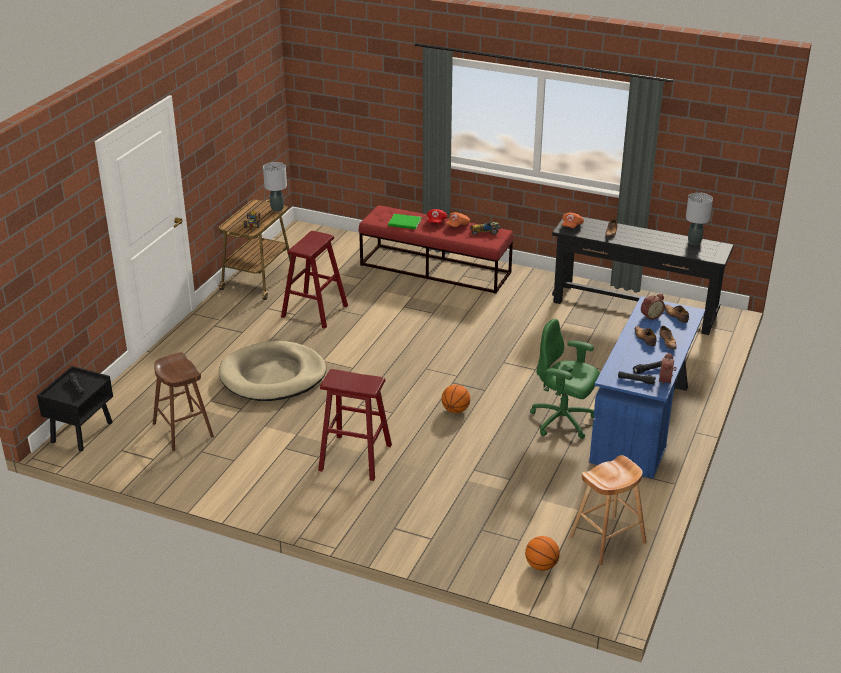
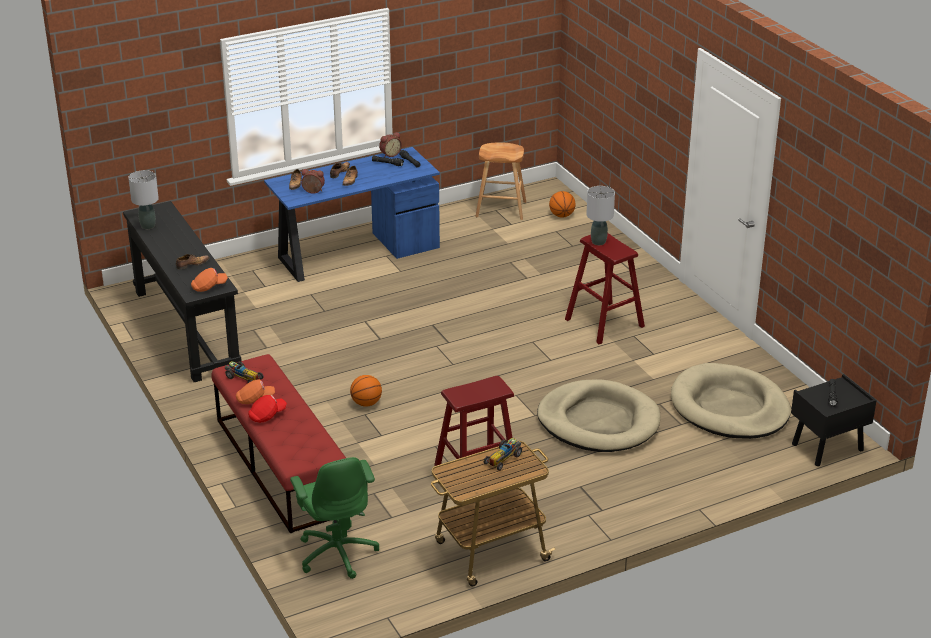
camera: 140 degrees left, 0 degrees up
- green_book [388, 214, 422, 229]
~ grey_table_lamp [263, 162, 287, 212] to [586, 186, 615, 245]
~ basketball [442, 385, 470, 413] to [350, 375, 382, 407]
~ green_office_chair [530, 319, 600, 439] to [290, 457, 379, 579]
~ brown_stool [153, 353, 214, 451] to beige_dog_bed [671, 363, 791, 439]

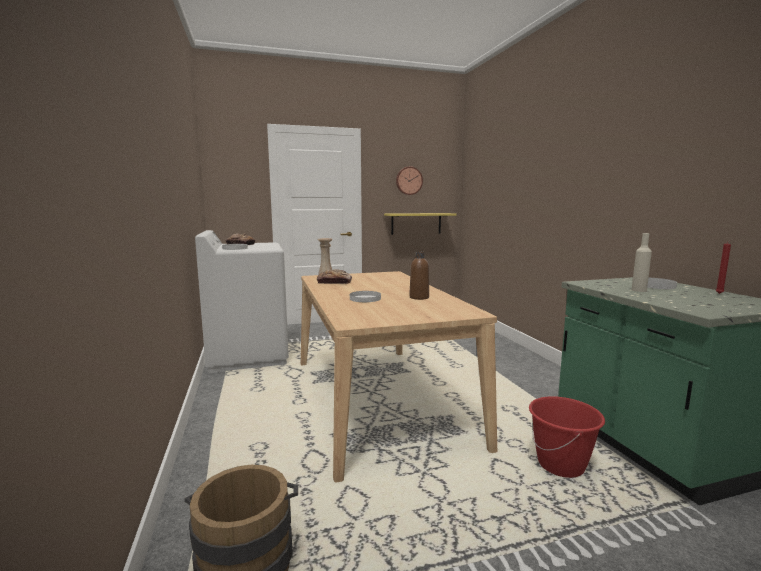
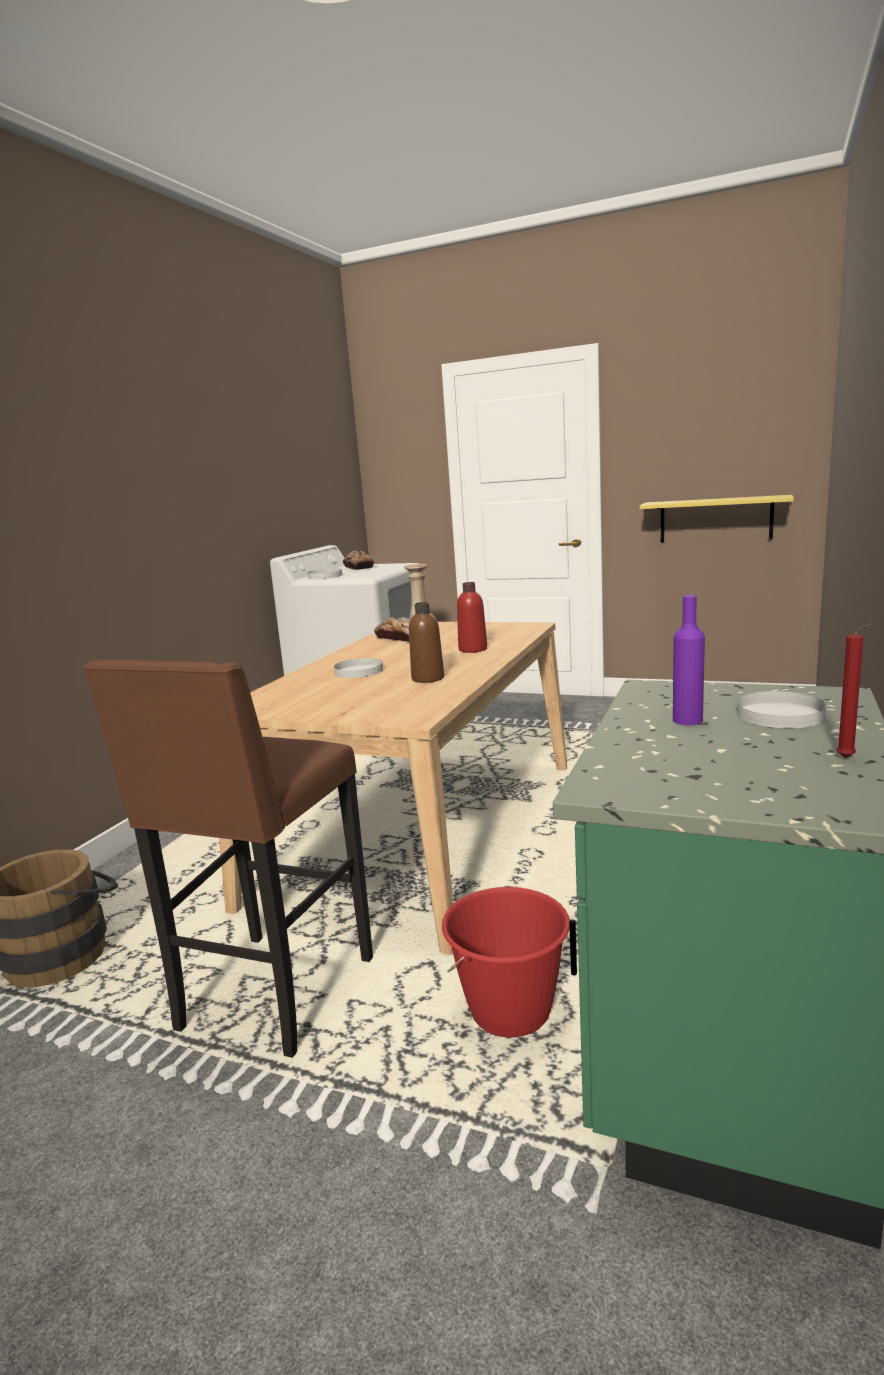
camera: 40 degrees right, 5 degrees up
- wall_clock [396, 167, 423, 195]
+ brown_stool [83, 659, 373, 1058]
+ red_bottle [457, 582, 487, 653]
~ beige_bottle [632, 233, 652, 292] to purple_bottle [673, 595, 705, 725]

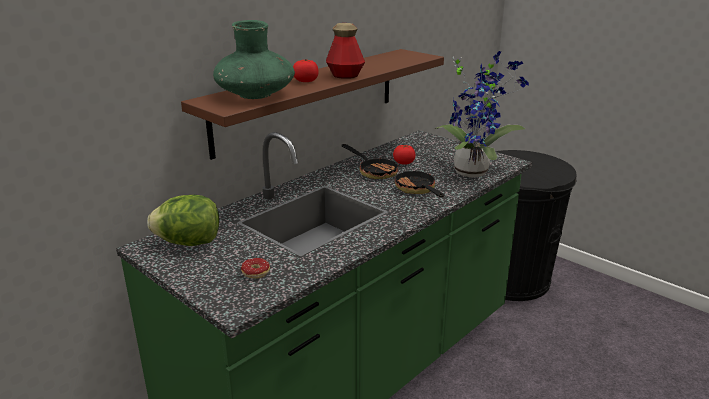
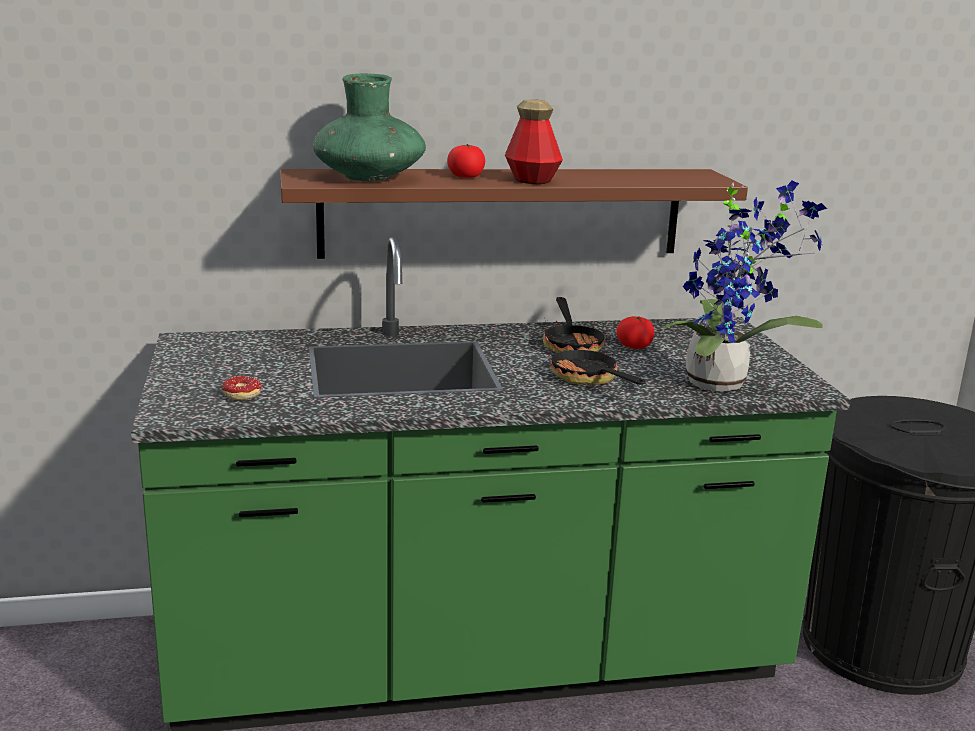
camera: 35 degrees right, 5 degrees down
- lettuce [147, 195, 219, 246]
~ frying_pan [393, 170, 444, 197] = [548, 347, 646, 385] 45 degrees counterclockwise

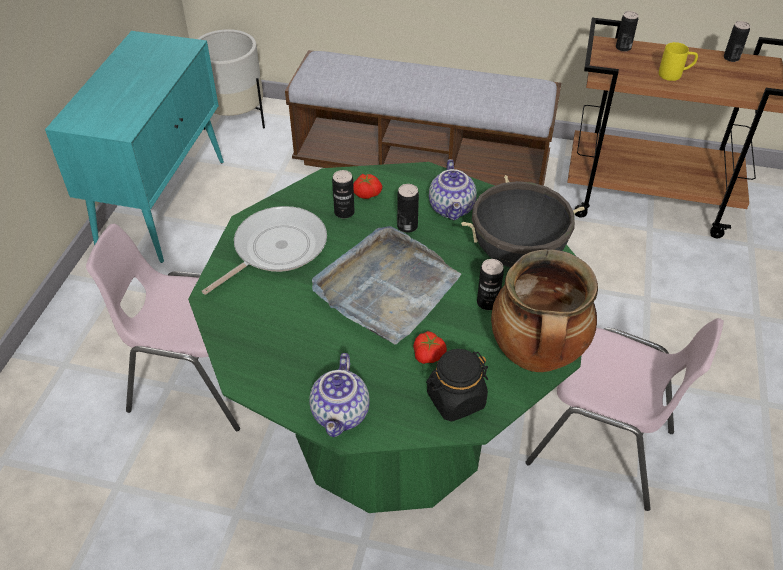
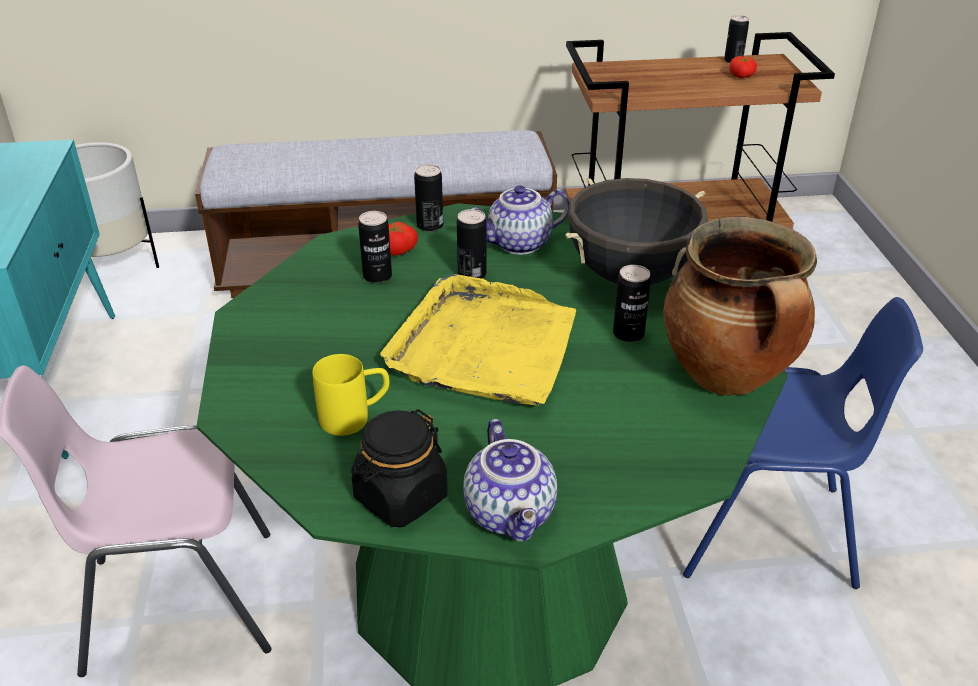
camera: 20 degrees left, 10 degrees down
- frying_pan [201, 206, 327, 295]
~ tomato [413, 331, 447, 364] to [729, 56, 757, 78]
~ black_jar [426, 349, 488, 422] to [351, 409, 448, 527]
~ can [616, 11, 638, 52] to [414, 164, 443, 232]
~ yellow_mug [659, 42, 698, 81] to [312, 354, 389, 436]
~ grey_tray [312, 226, 461, 345] to yellow_tray [380, 274, 576, 406]
~ pink_chair [525, 318, 724, 511] to blue_chair [683, 297, 923, 589]
~ teapot [429, 159, 477, 220] = [472, 185, 570, 255] 90 degrees clockwise

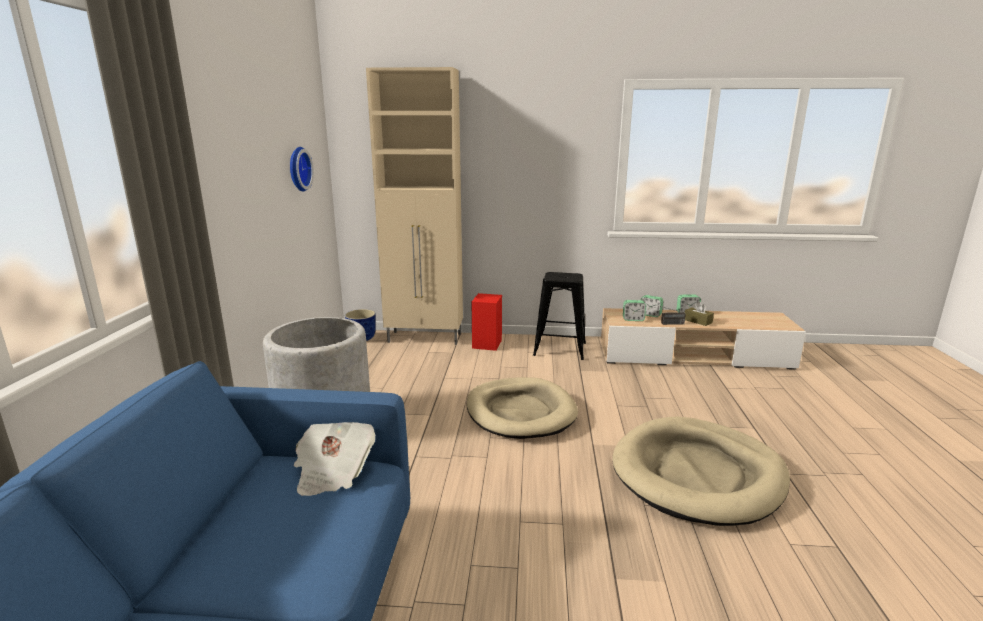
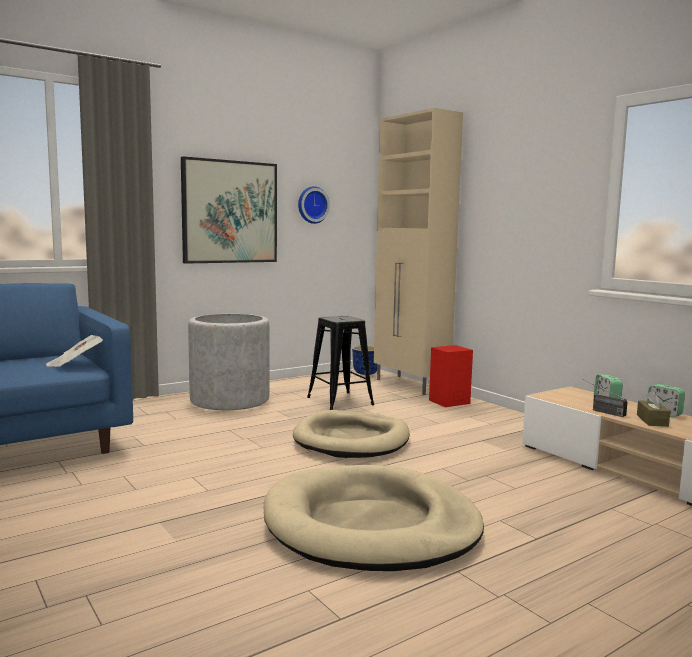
camera: 50 degrees right, 10 degrees down
- alarm_clock [623, 300, 646, 321]
+ picture [181, 156, 277, 264]
~ black_stool [533, 272, 586, 360] to [307, 316, 374, 410]

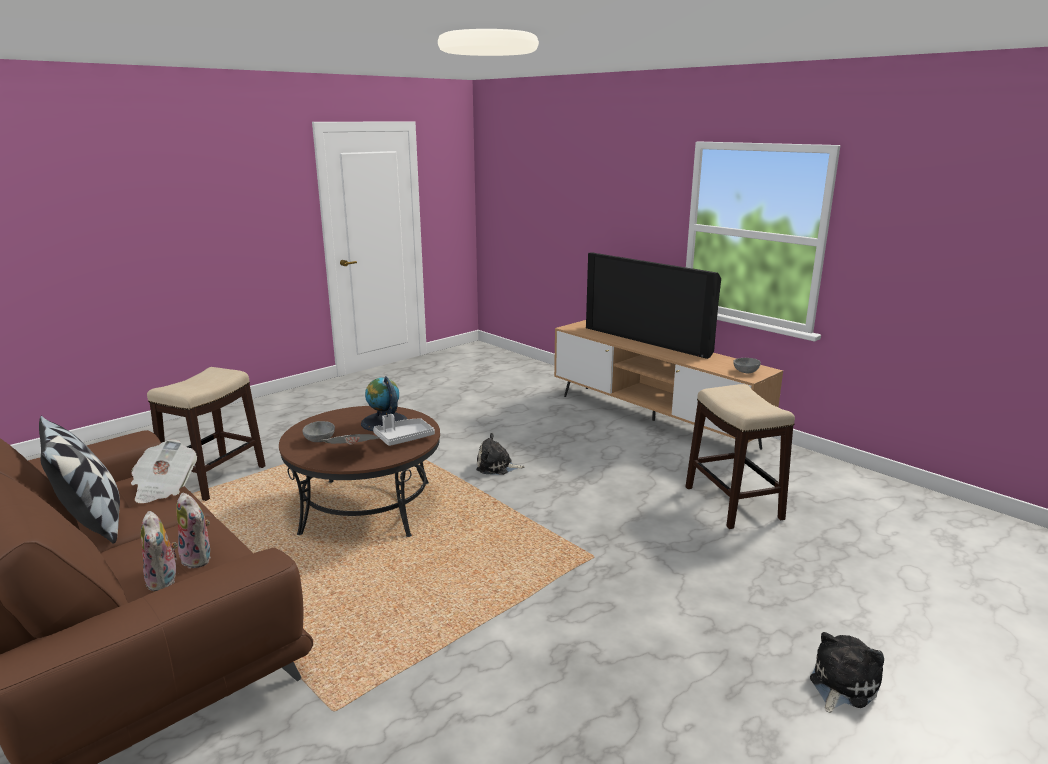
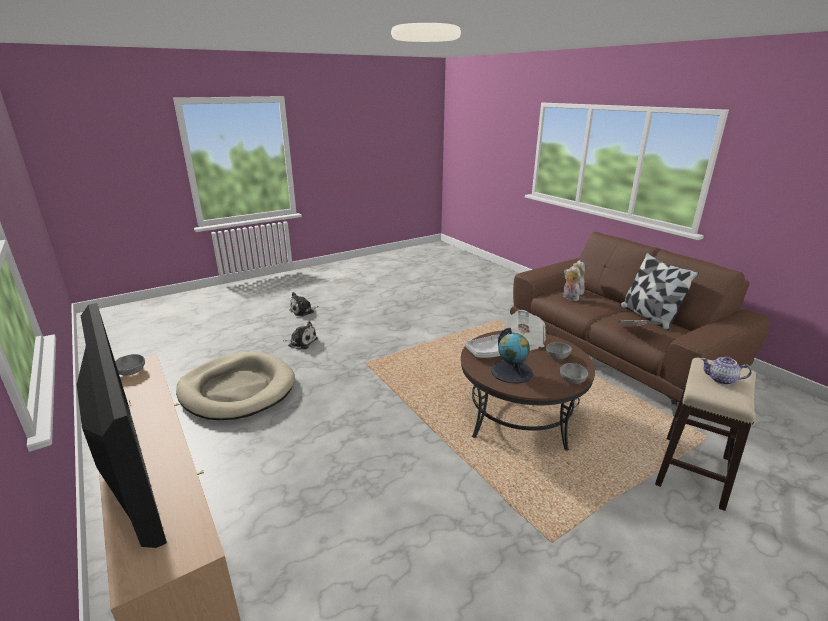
camera: 170 degrees left, 5 degrees up
+ grey_bowl [560, 363, 588, 384]
+ teapot [701, 356, 752, 385]
~ plush_toy [476, 433, 525, 475] to [283, 321, 318, 349]
~ stool [685, 384, 795, 529] to beige_dog_bed [176, 352, 295, 420]

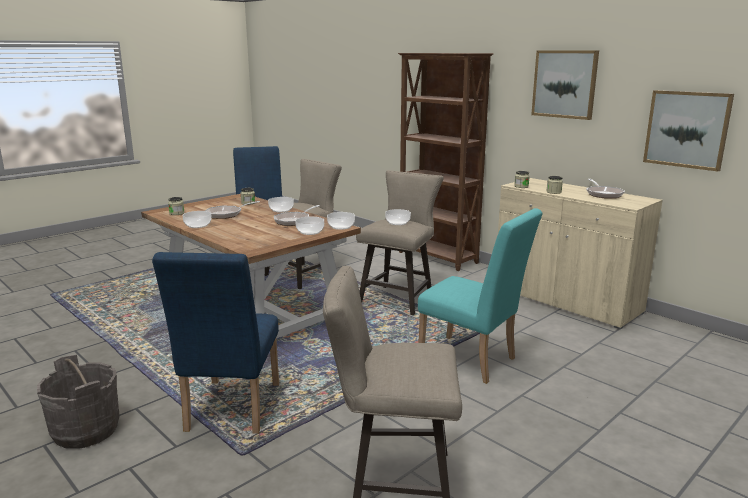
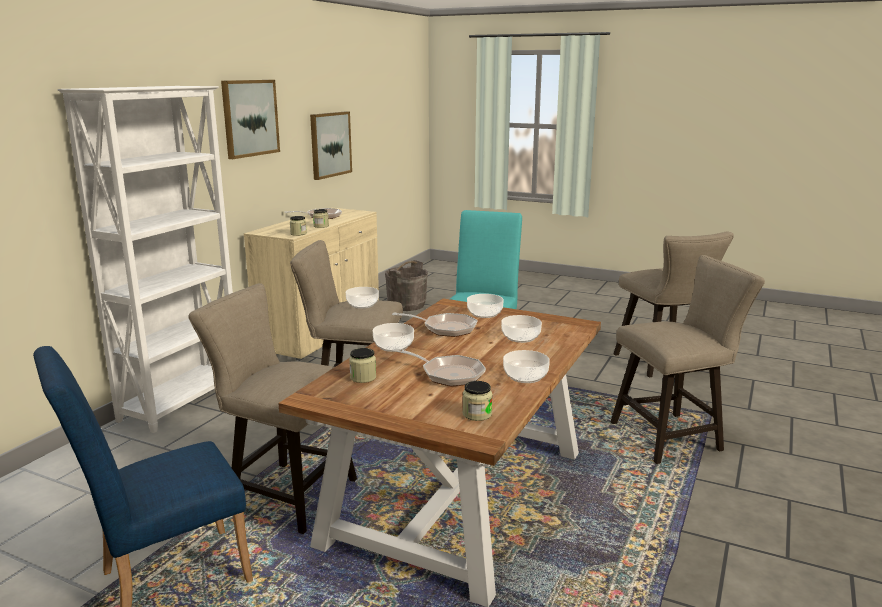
camera: 110 degrees left, 0 degrees up
~ grey_bucket [37, 355, 120, 449] to [385, 260, 428, 311]
~ bowl [327, 212, 355, 230] to [501, 315, 542, 343]
~ blue_chair [152, 252, 279, 434] to beige_stool [611, 255, 765, 464]
~ brown_bookcase [398, 53, 493, 271] to white_bookcase [57, 86, 233, 433]

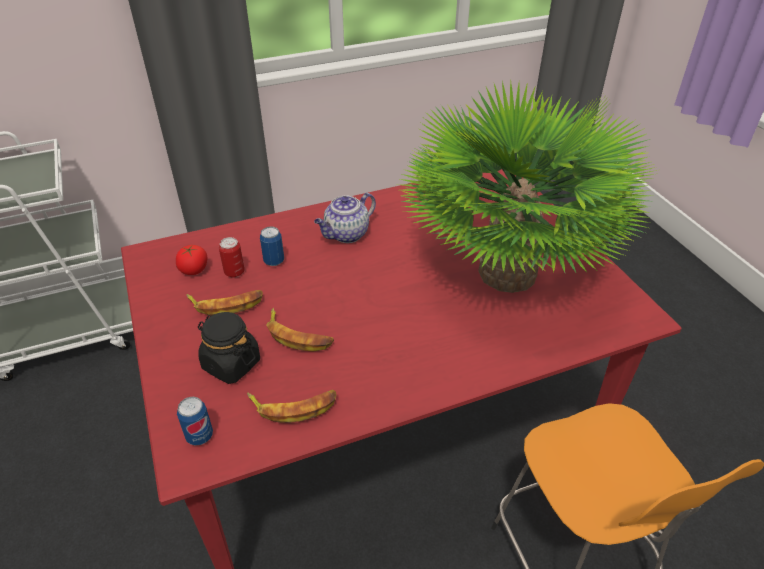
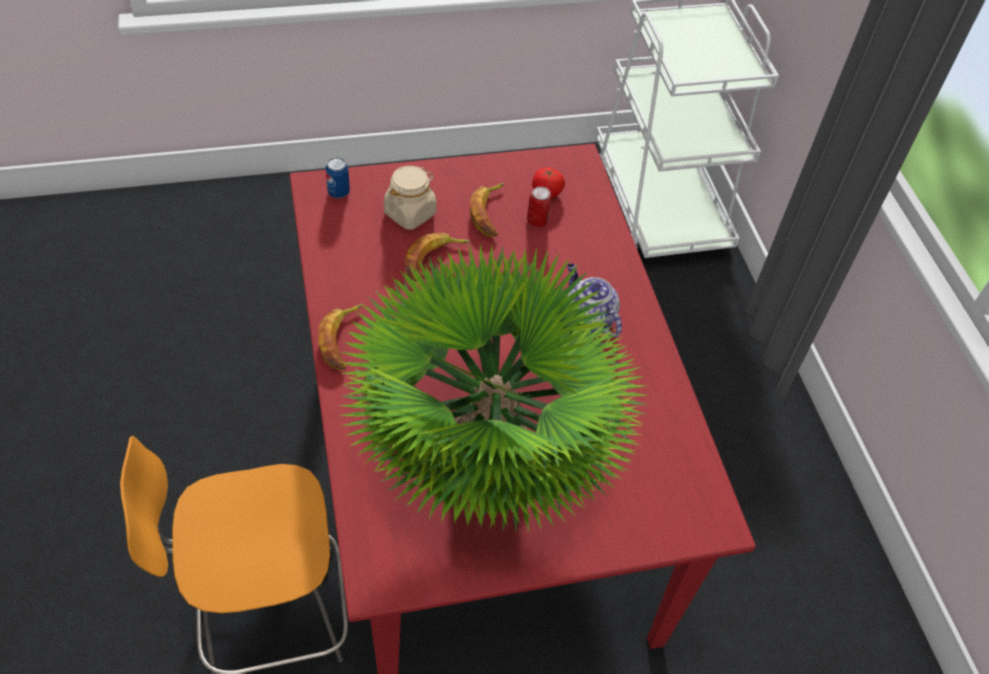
camera: 95 degrees right, 10 degrees up
- can [260, 226, 284, 266]
~ banana [247, 390, 336, 423] to [318, 304, 363, 370]
~ black_jar [198, 312, 260, 384] to beige_jar [384, 166, 436, 230]

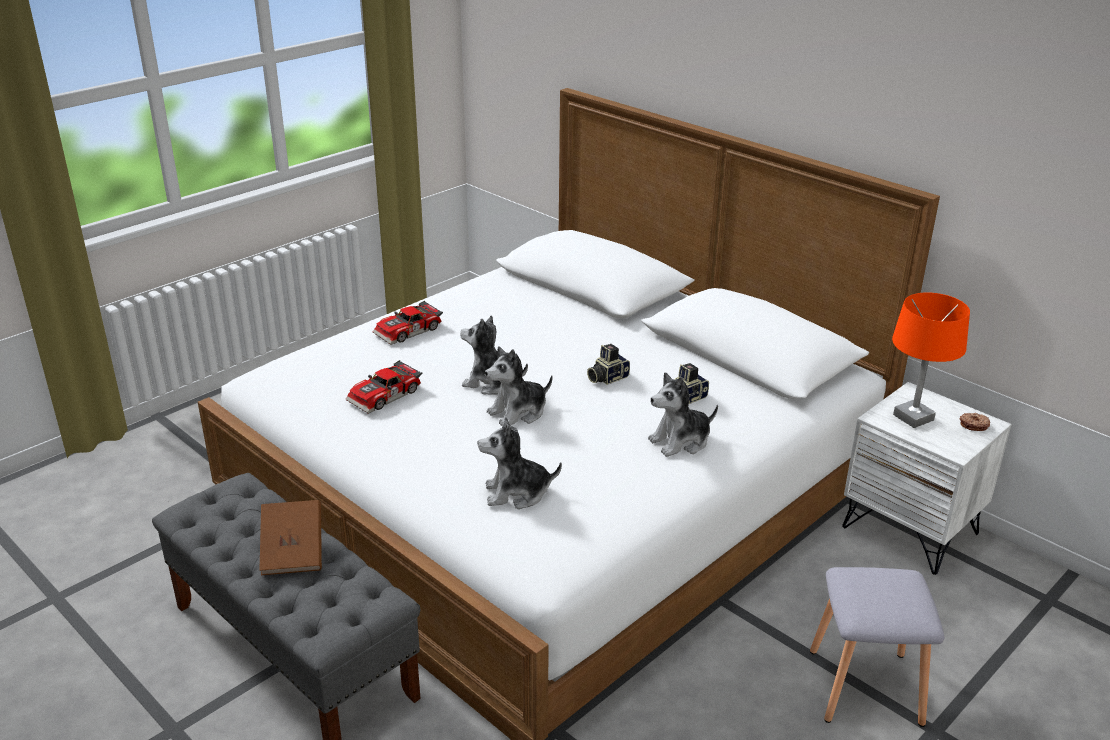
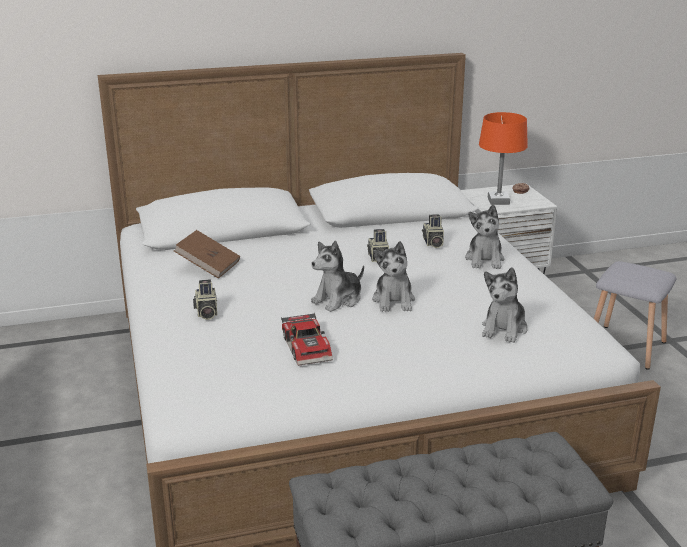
camera: 60 degrees left, 5 degrees down
~ brown_book [259, 500, 322, 575] to [174, 230, 240, 279]
~ toy_car [373, 301, 443, 345] to photo_camera [193, 279, 217, 320]

